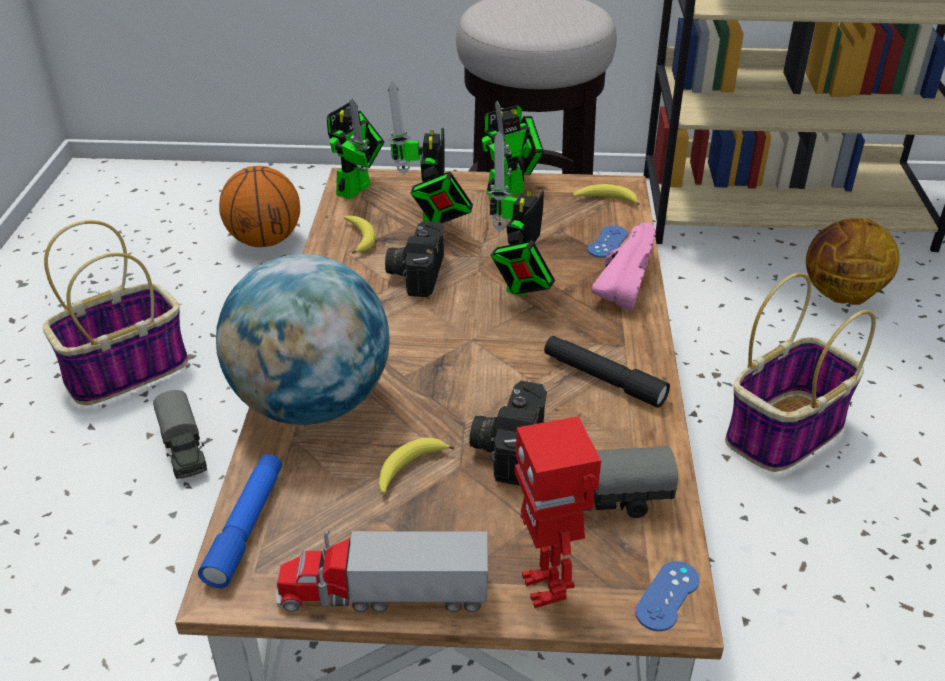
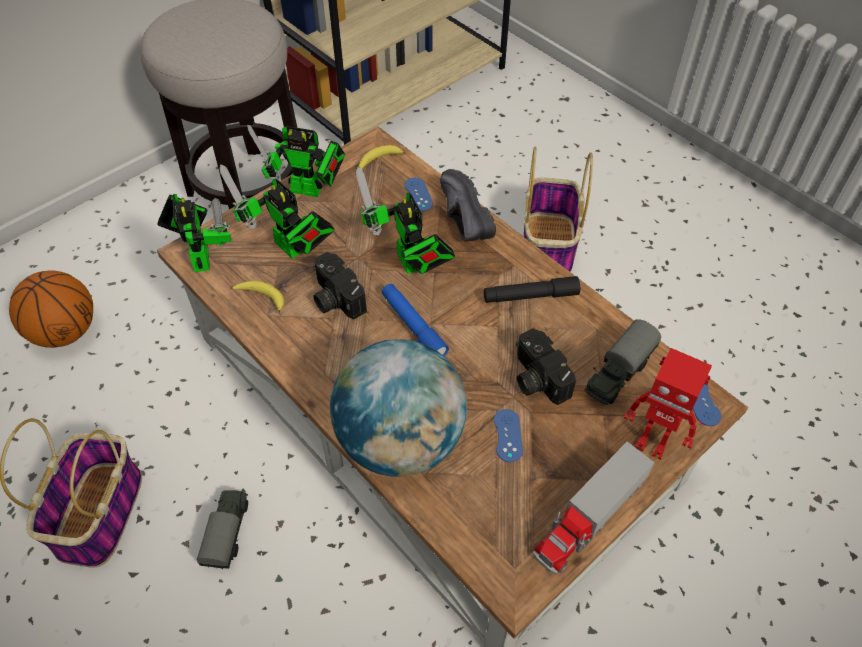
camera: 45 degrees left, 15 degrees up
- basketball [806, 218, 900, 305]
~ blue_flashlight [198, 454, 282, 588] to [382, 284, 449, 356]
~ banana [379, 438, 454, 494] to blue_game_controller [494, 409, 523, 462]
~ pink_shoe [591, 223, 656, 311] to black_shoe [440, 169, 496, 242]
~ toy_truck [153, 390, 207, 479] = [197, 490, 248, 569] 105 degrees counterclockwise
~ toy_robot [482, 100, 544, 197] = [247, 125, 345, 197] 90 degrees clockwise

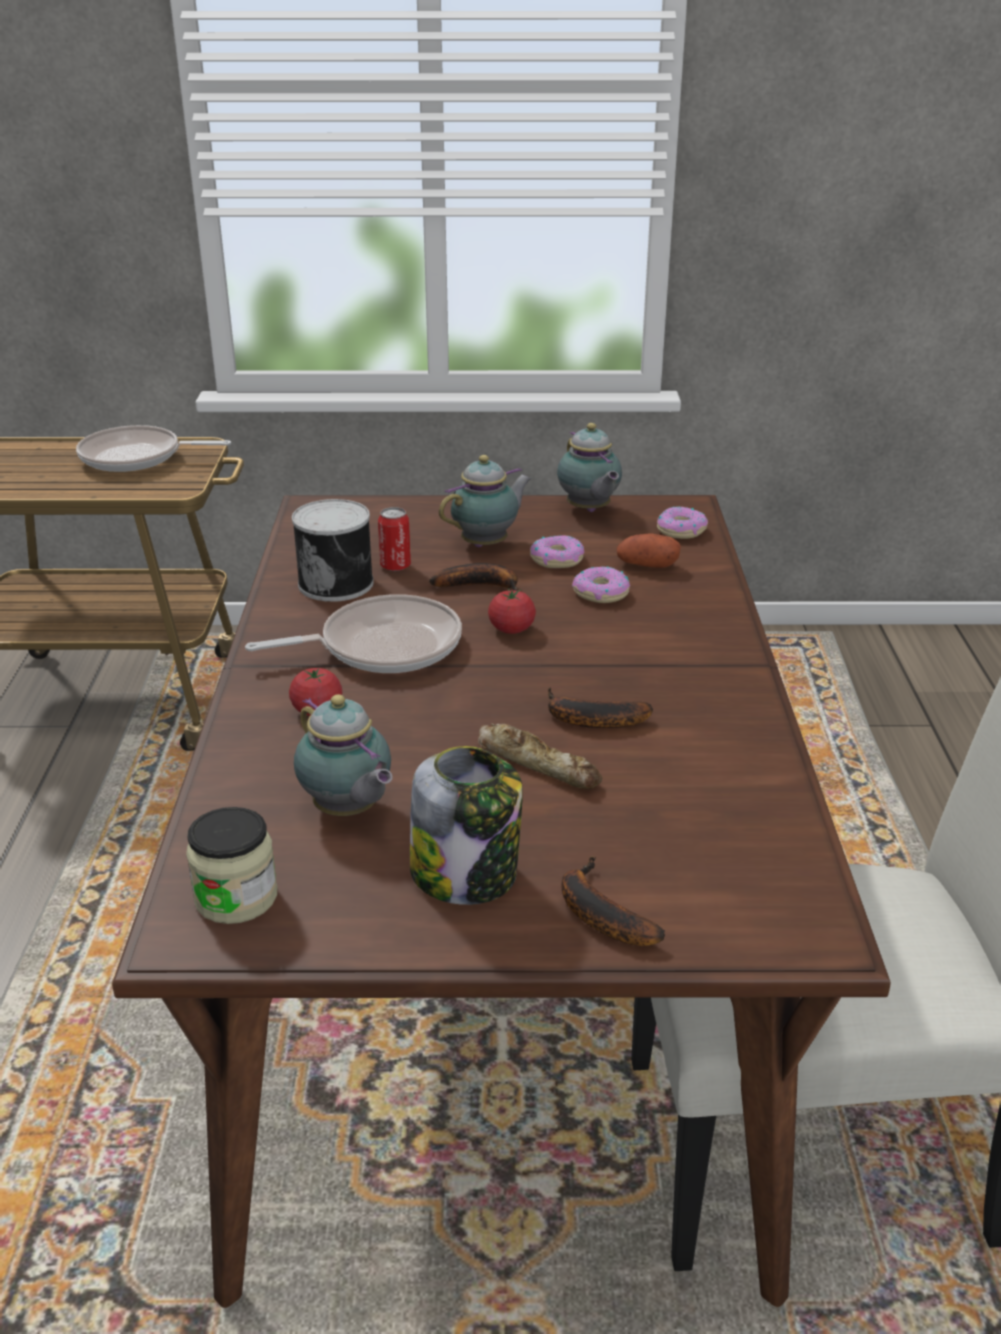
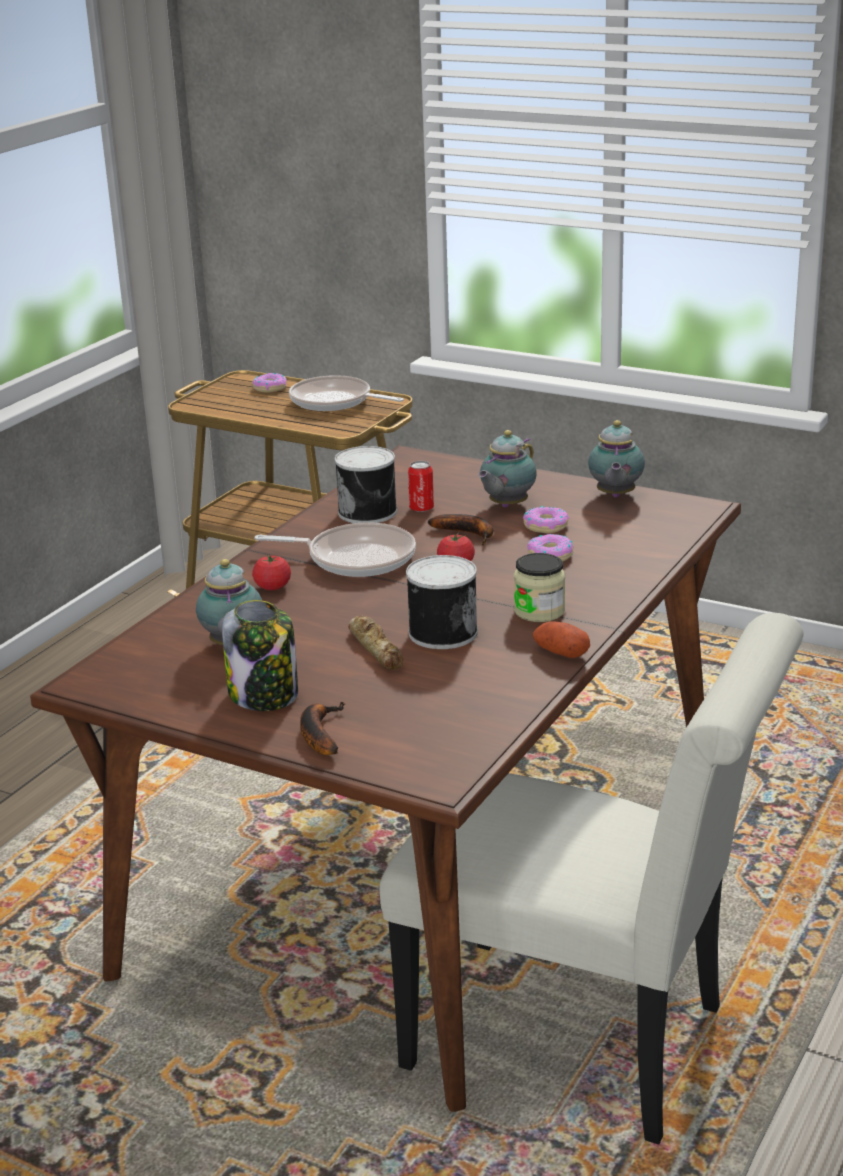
camera: 30 degrees right, 5 degrees down
~ jar [186, 807, 277, 924] to [514, 553, 565, 622]
~ potato [617, 533, 681, 568] to [533, 621, 590, 658]
~ donut [657, 507, 708, 539] to [252, 373, 287, 393]
~ banana [548, 687, 653, 728] to can [406, 555, 478, 649]
~ teapot [439, 455, 532, 547] = [478, 430, 536, 507] 135 degrees clockwise

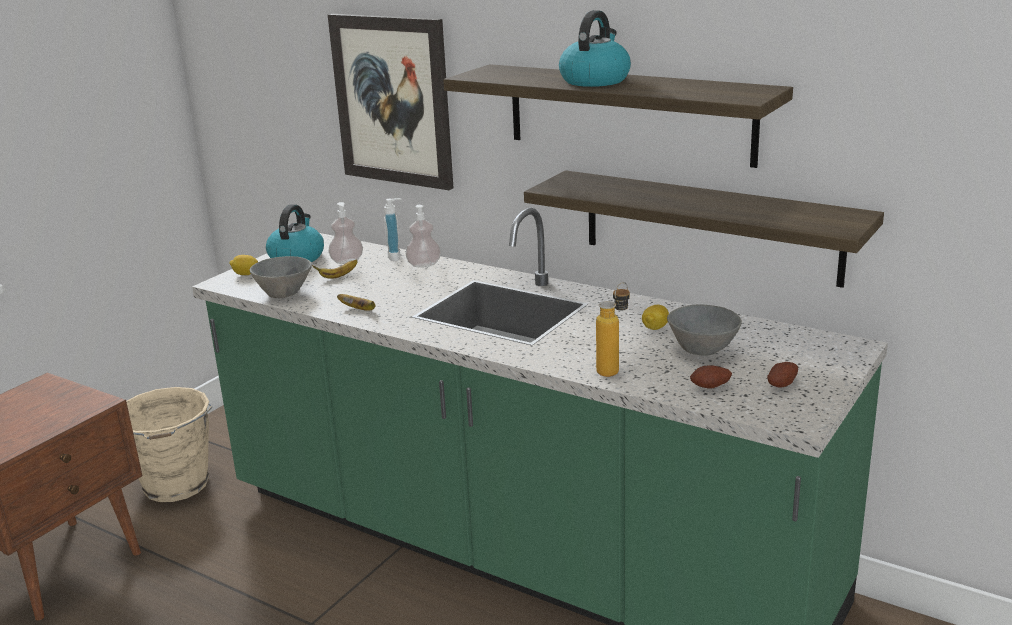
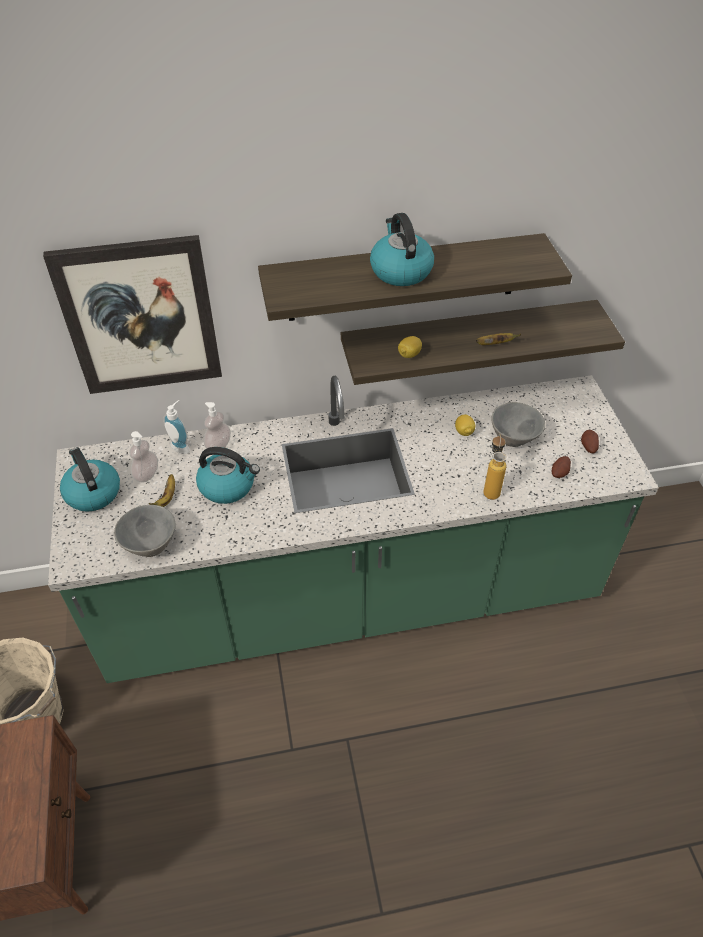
camera: 45 degrees left, 25 degrees up
+ kettle [196, 447, 260, 504]
~ lemon [229, 255, 258, 275] to [398, 336, 422, 358]
~ banana [337, 294, 376, 311] to [476, 333, 521, 345]

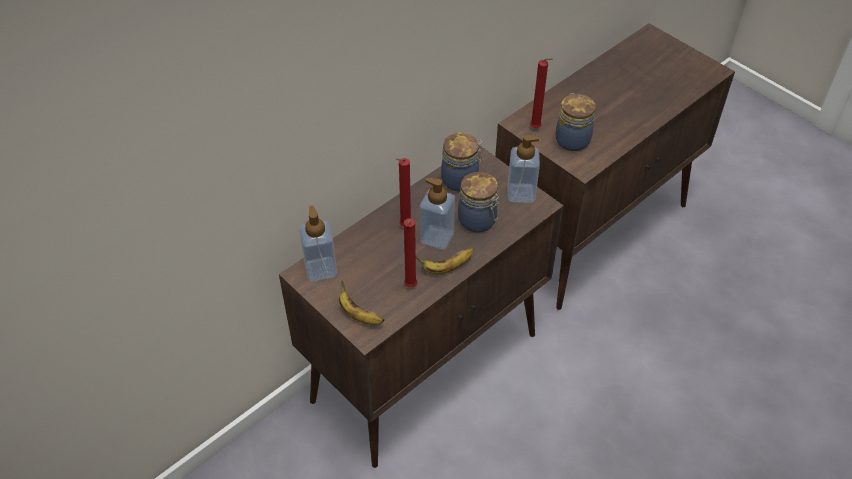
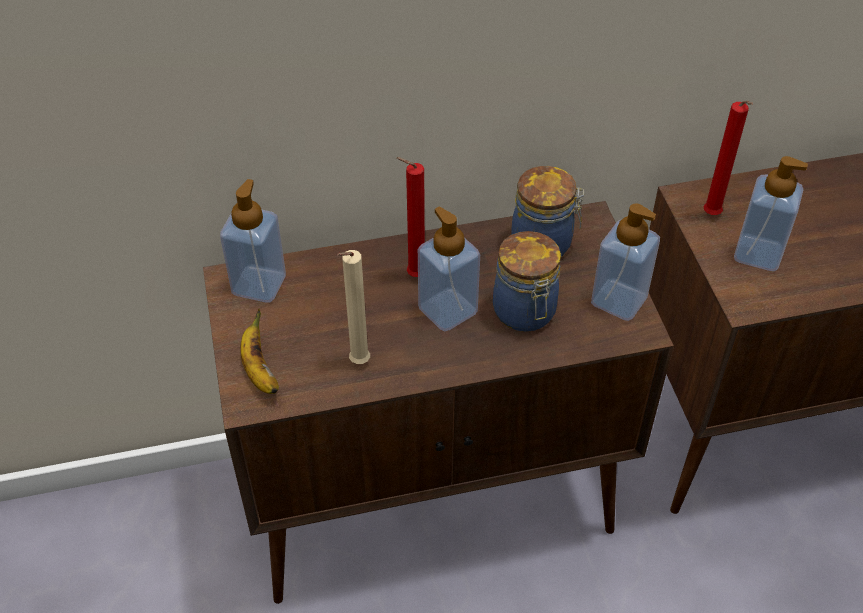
camera: 30 degrees right, 0 degrees up
- banana [416, 248, 474, 274]
~ jar [556, 93, 596, 151] to soap_dispenser [734, 156, 808, 271]
~ red_candle [404, 218, 417, 287] to beige_candle [337, 250, 370, 364]

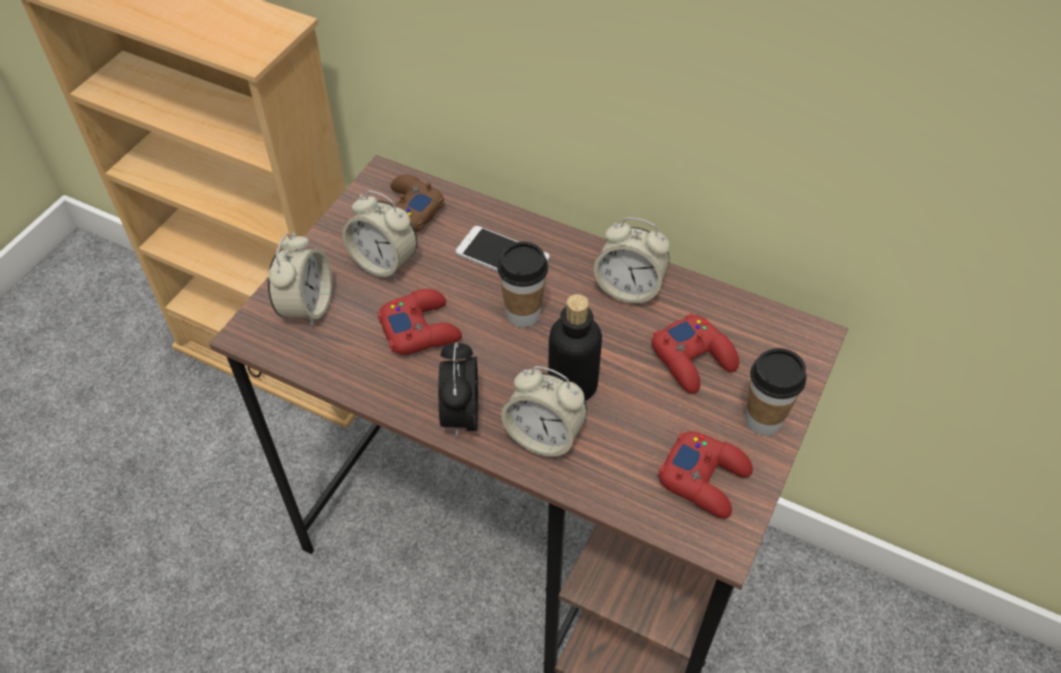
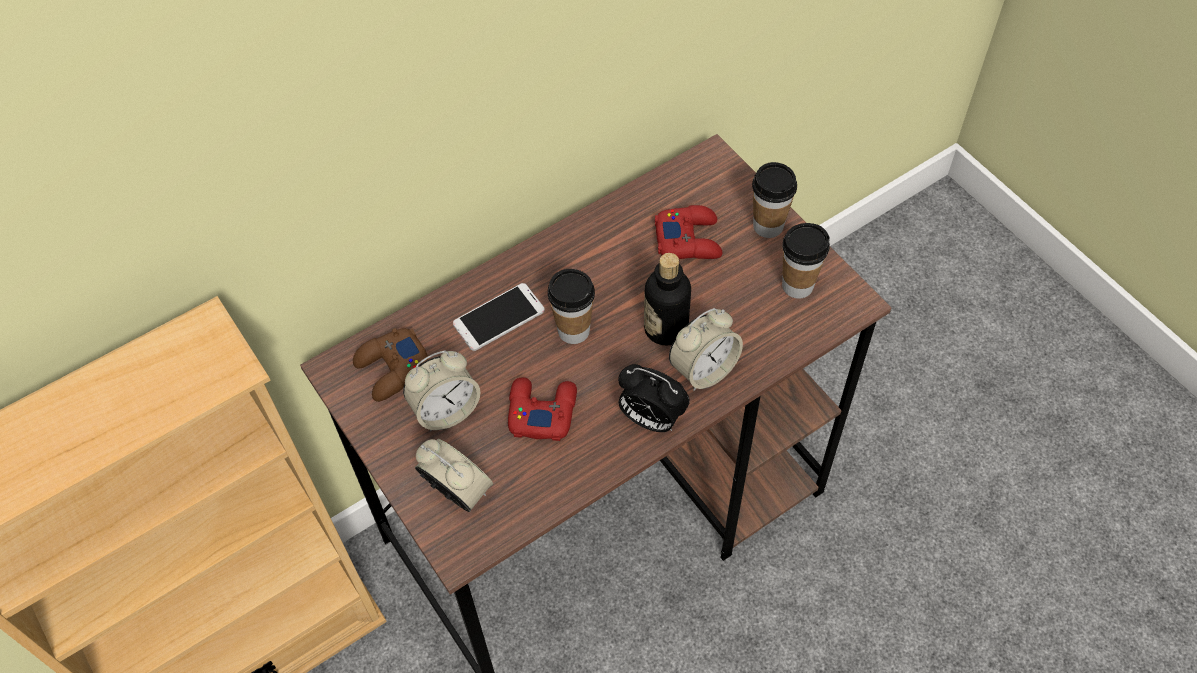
camera: 60 degrees left, 5 degrees up
- alarm_clock [594, 218, 670, 304]
~ red_game_controller [658, 431, 753, 519] to cup [782, 223, 830, 299]

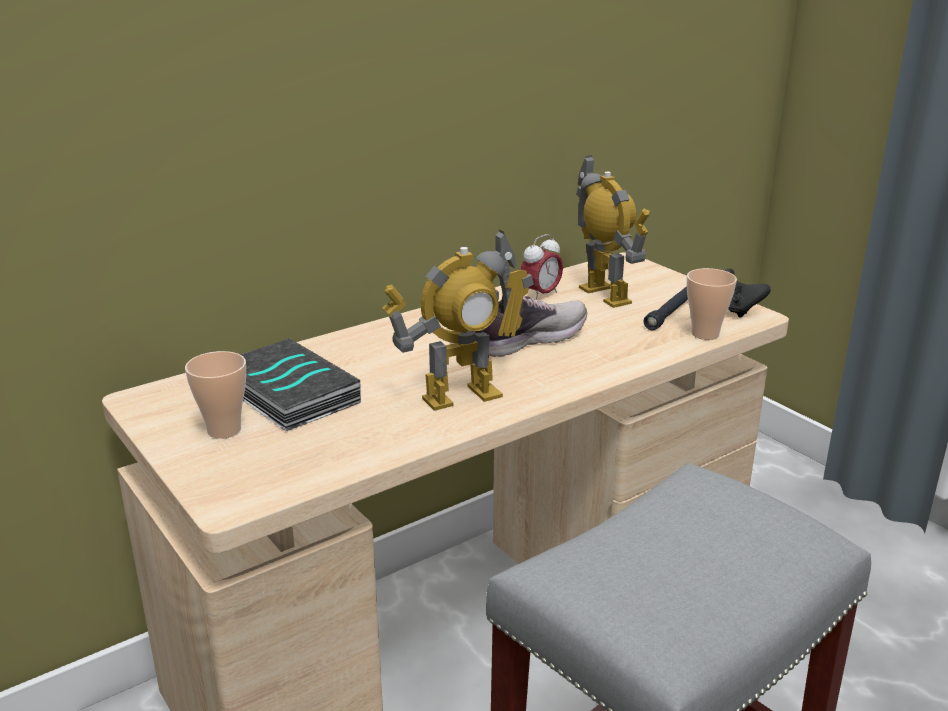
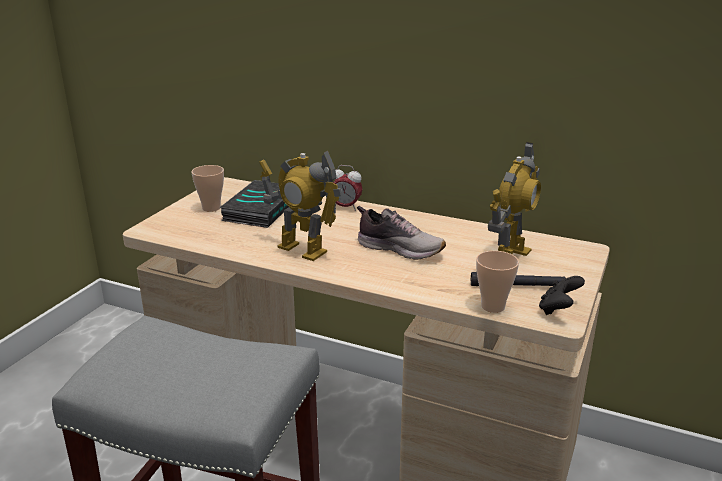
camera: 60 degrees right, 0 degrees up
~ alarm_clock [521, 234, 563, 300] to [333, 165, 362, 211]

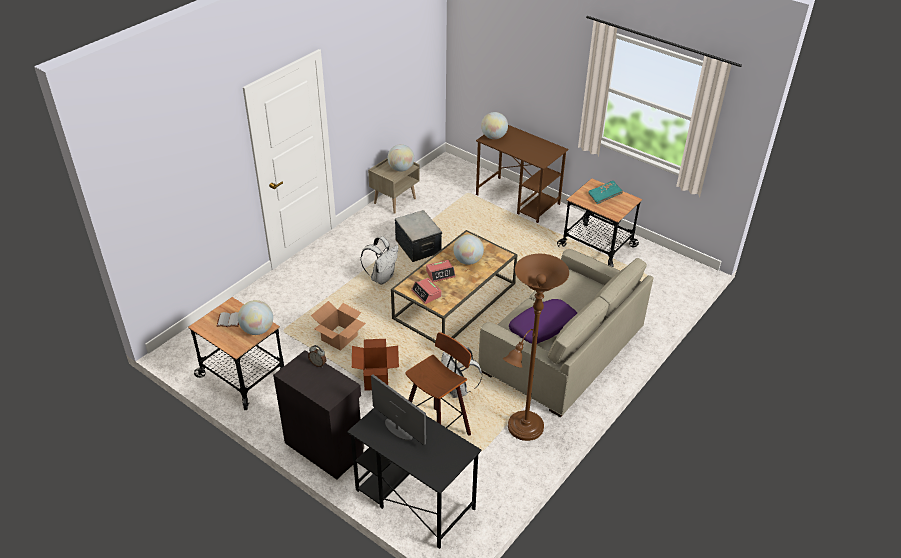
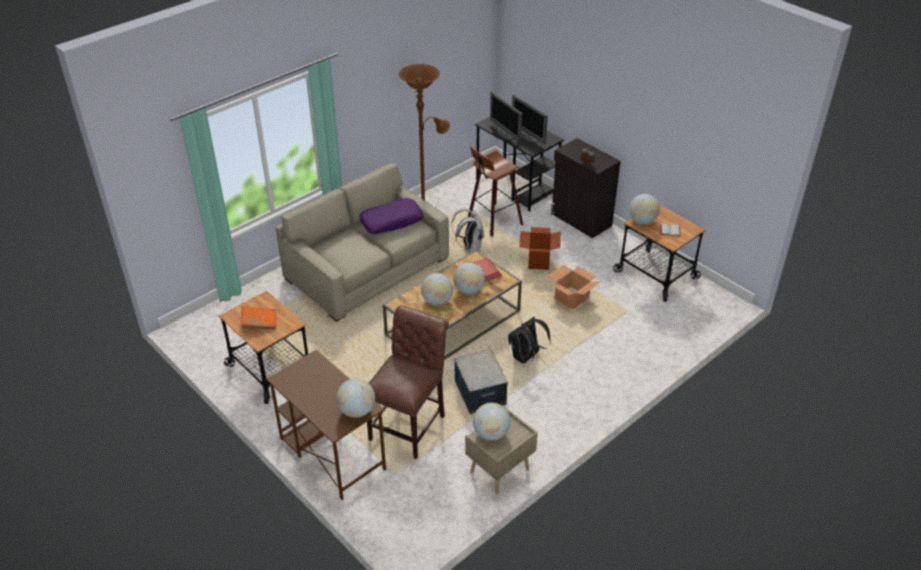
camera: 170 degrees left, 0 degrees up
+ brown_chair [367, 305, 449, 459]
+ monitor [490, 92, 522, 142]
~ alarm_clock [426, 260, 456, 282] to globe [453, 263, 485, 295]
~ white_backpack [360, 236, 399, 284] to black_backpack [508, 317, 551, 363]
~ turquoise_book [588, 181, 623, 204] to orange_book [241, 306, 276, 329]

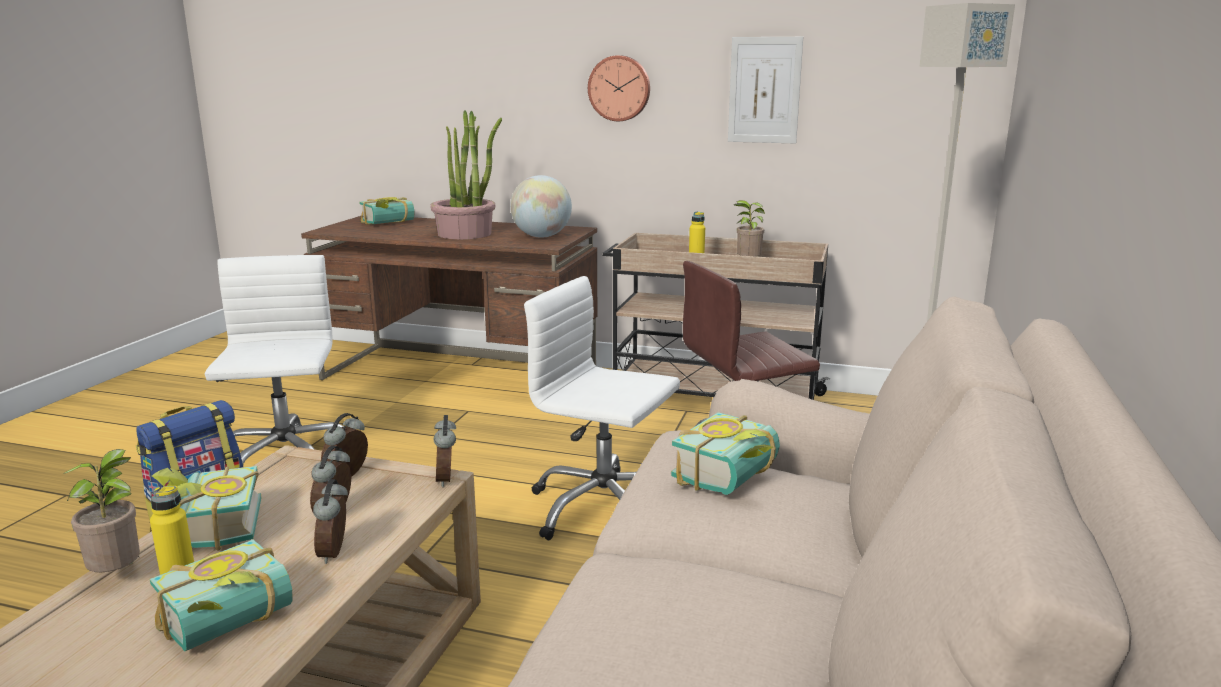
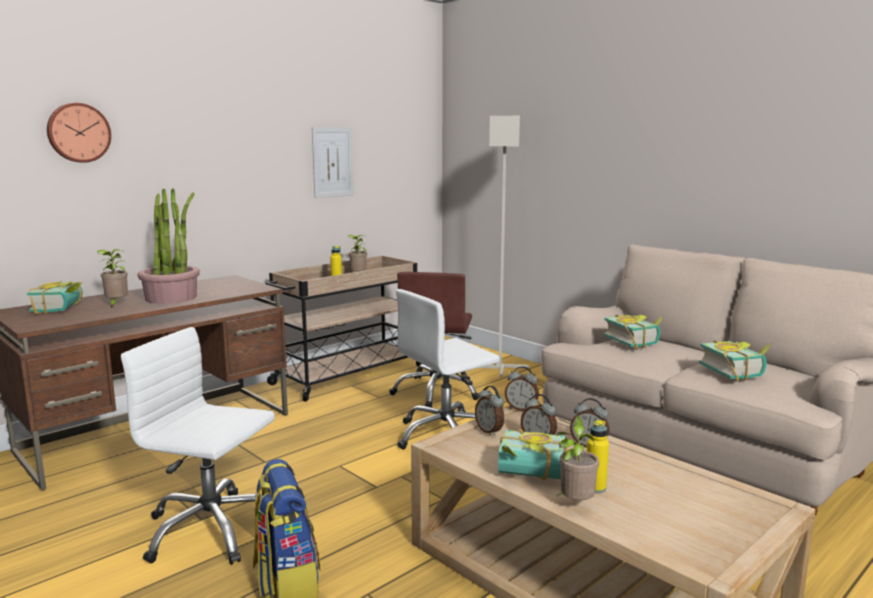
camera: 60 degrees left, 5 degrees down
- globe [510, 175, 572, 238]
+ potted_plant [97, 249, 128, 308]
~ book [150, 540, 292, 651] to [699, 340, 771, 381]
~ wall_clock [588, 55, 650, 121] to [47, 103, 111, 163]

